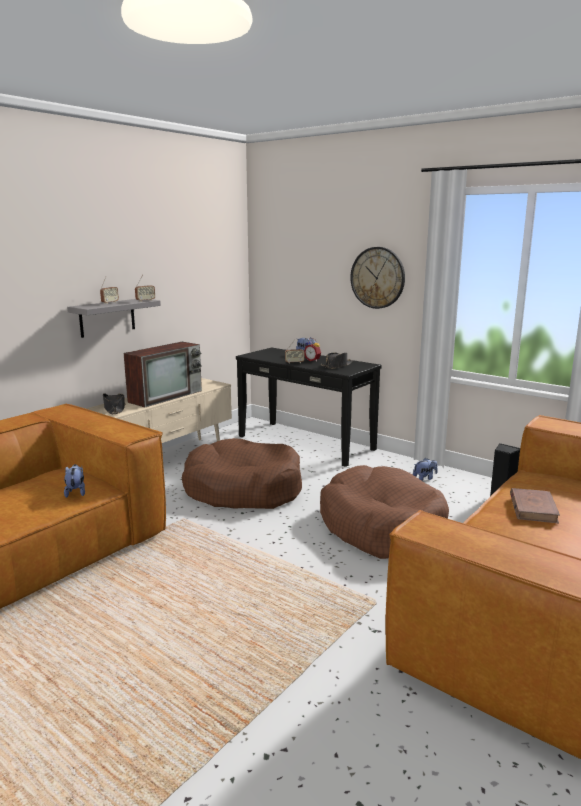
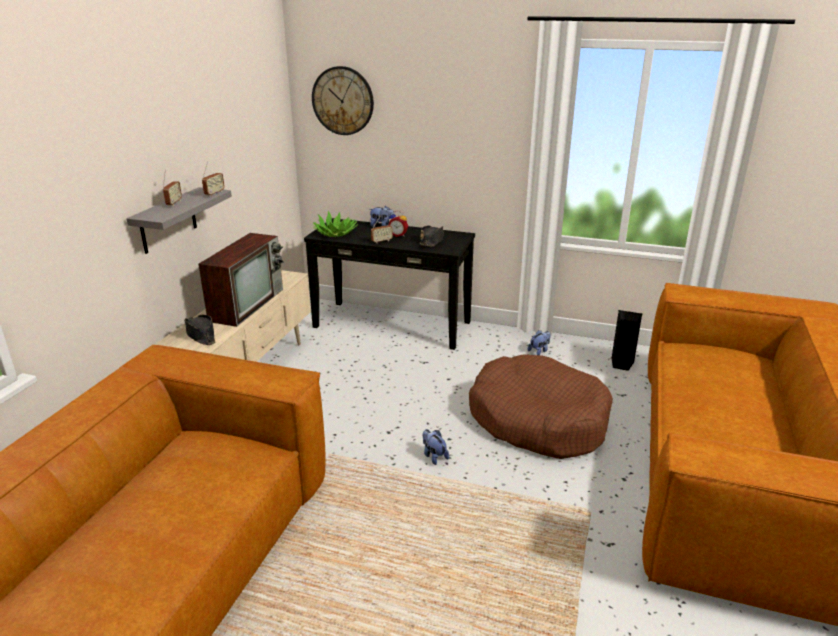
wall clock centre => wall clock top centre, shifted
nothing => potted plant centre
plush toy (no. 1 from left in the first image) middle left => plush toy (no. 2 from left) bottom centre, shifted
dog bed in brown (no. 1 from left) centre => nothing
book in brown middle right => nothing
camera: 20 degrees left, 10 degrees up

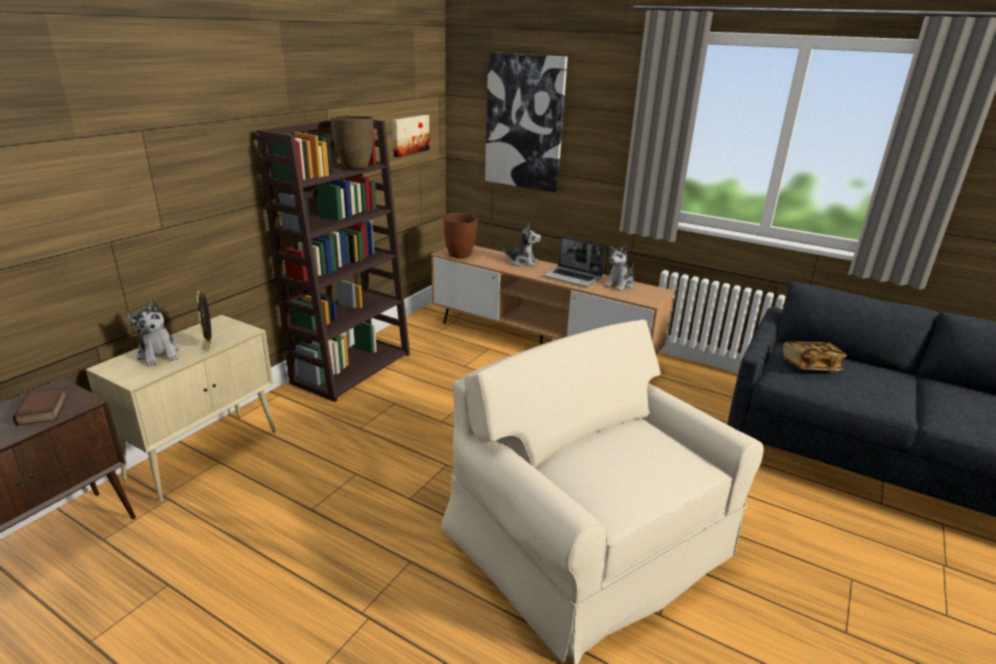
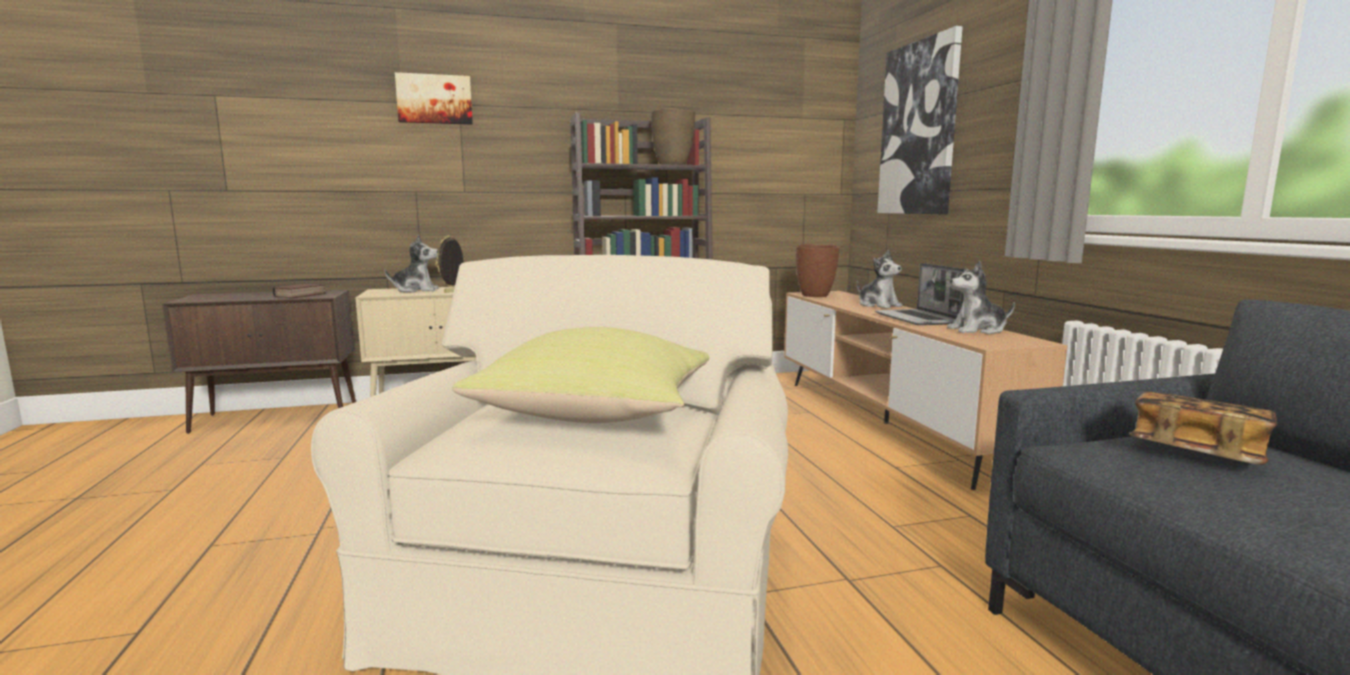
plush toy (no. 1 from left) middle left, 105 degrees counterclockwise
picture (no. 1 from left) top centre => picture (no. 1 from left) top left, shifted
nothing => pillow in yellow centre
camera: 45 degrees right, 15 degrees down

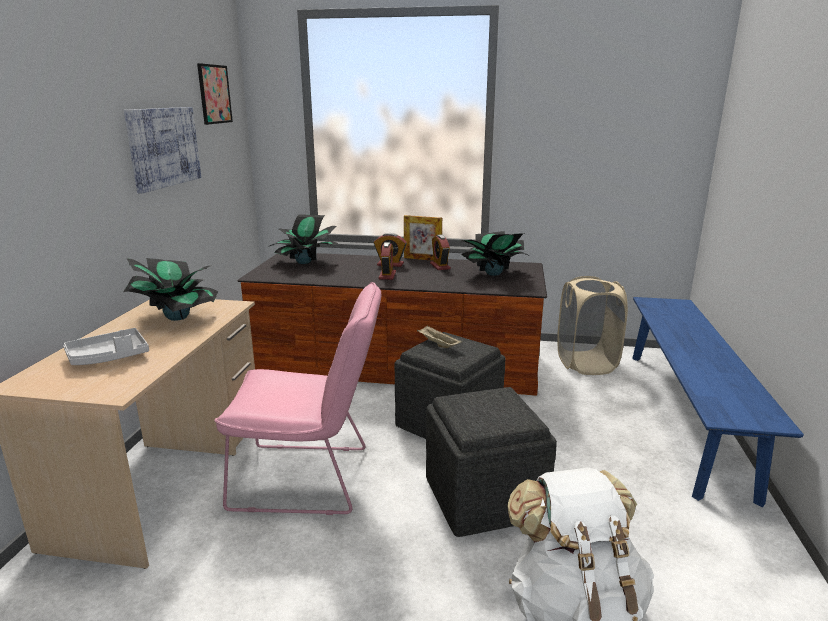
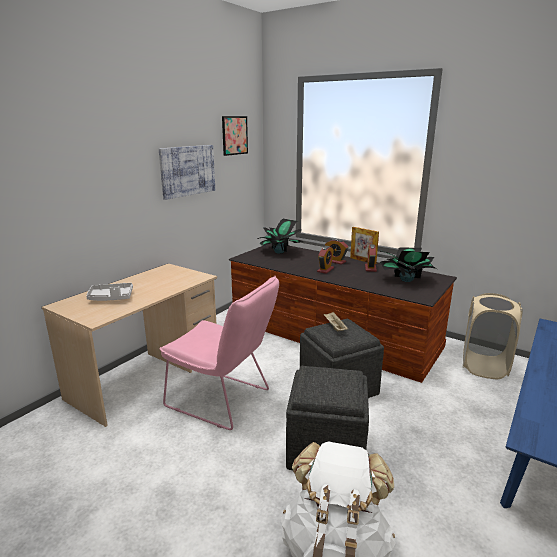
potted plant (no. 1 from left) middle left => nothing
camera: 25 degrees right, 0 degrees up

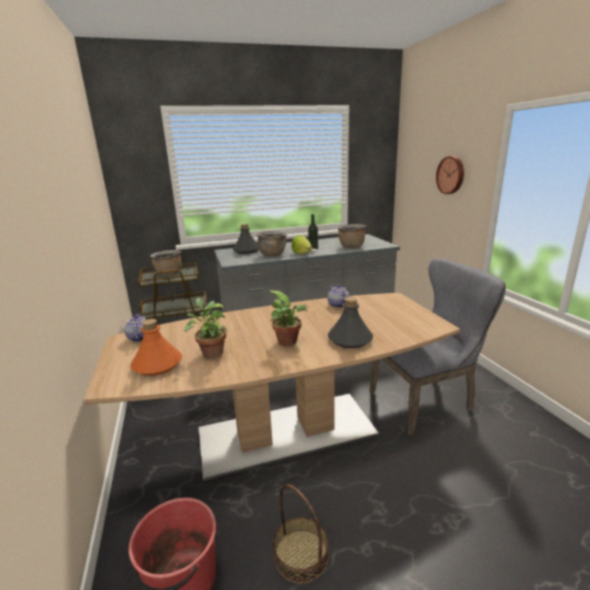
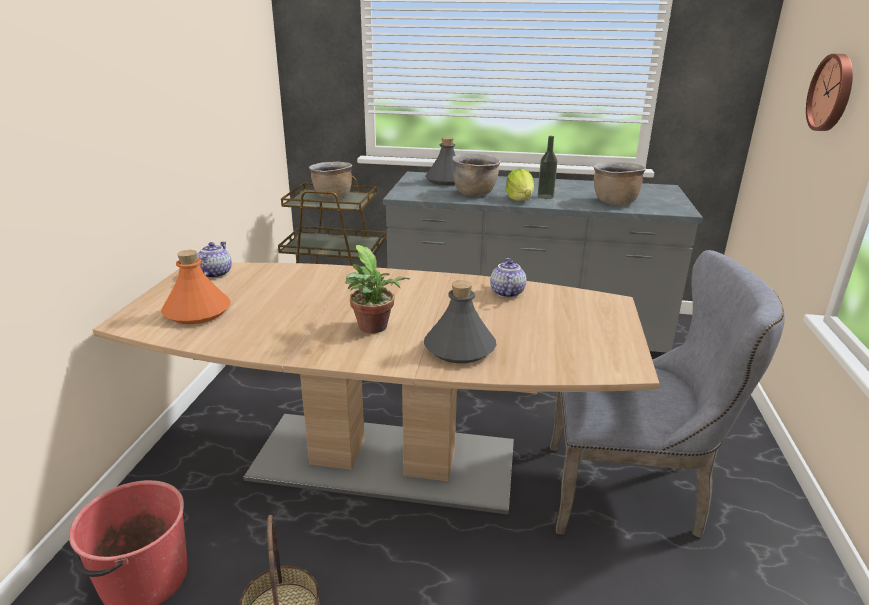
potted plant (no. 1 from left) centre => nothing
camera: 25 degrees right, 5 degrees up

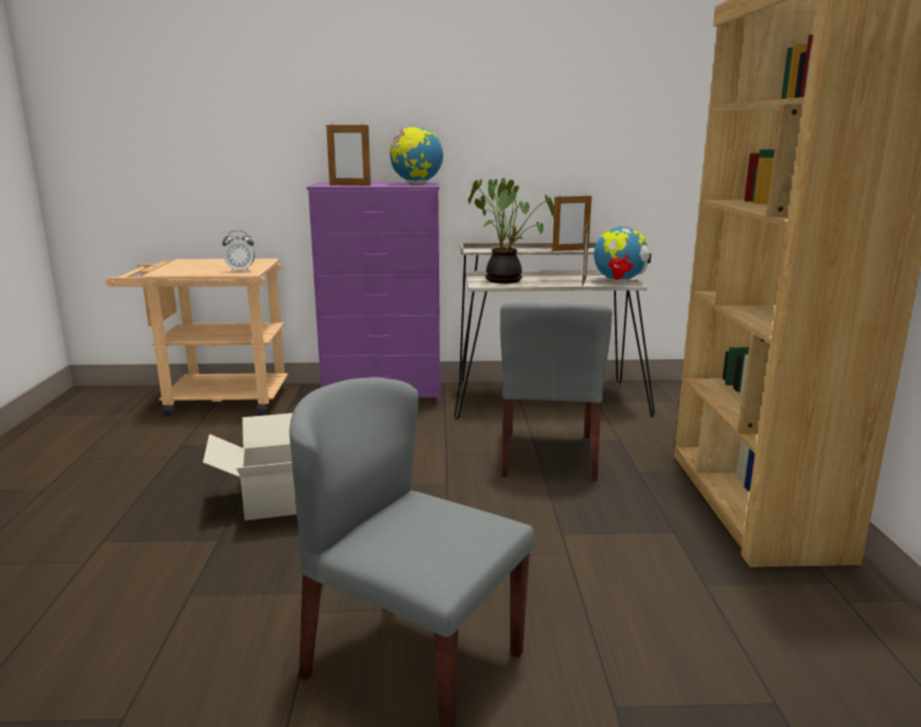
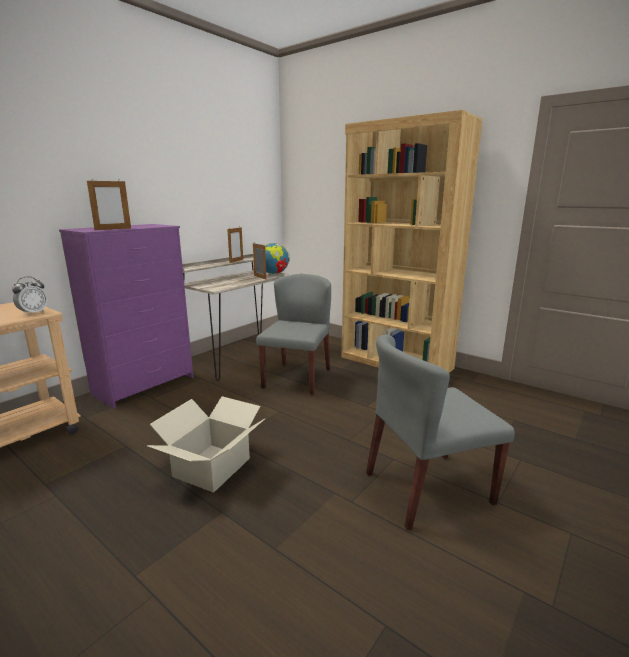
chair in grey (no. 2 from left in the first image) centre => chair in grey (no. 1 from left) centre, 120 degrees counterclockwise
globe (no. 1 from left) top centre => nothing
potted plant top centre => nothing
camera: 50 degrees left, 0 degrees up

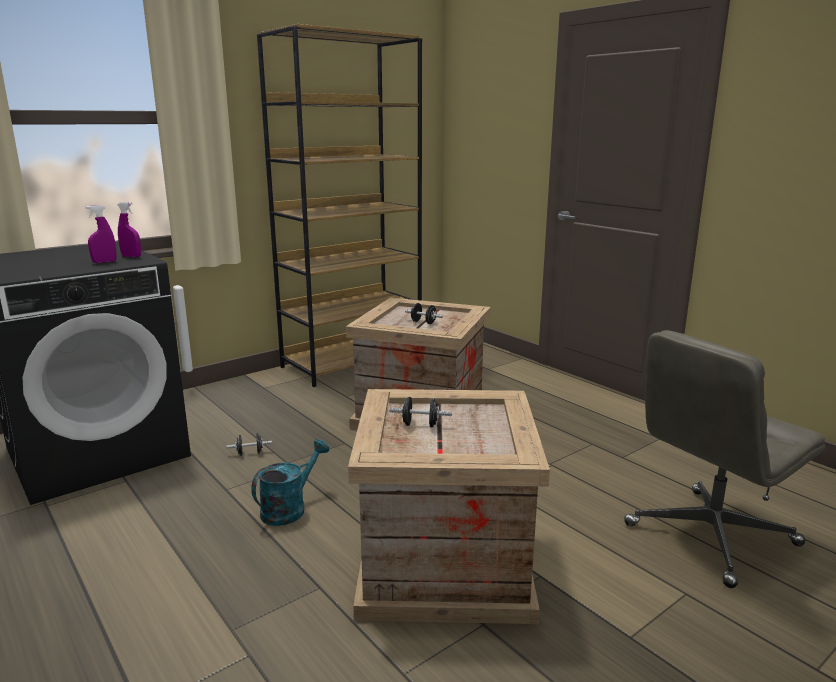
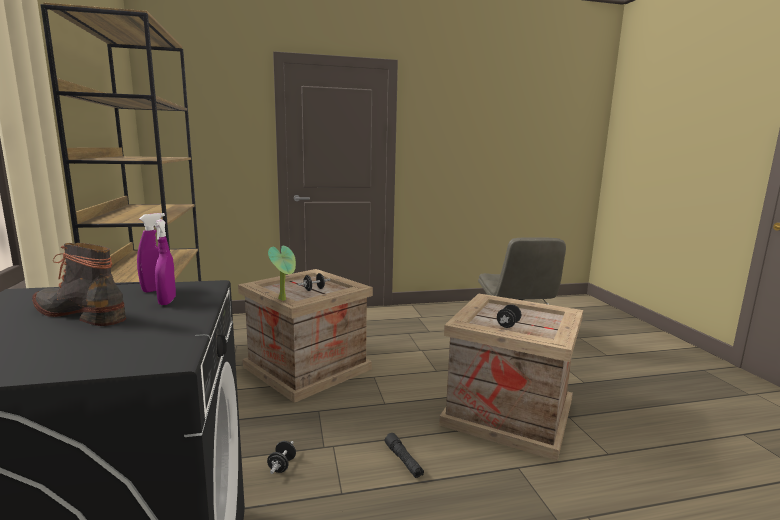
nothing => boot middle left
nothing => potted plant centre
watering can in turquoise bottom centre => flashlight in black bottom centre
camera: 65 degrees left, 5 degrees down

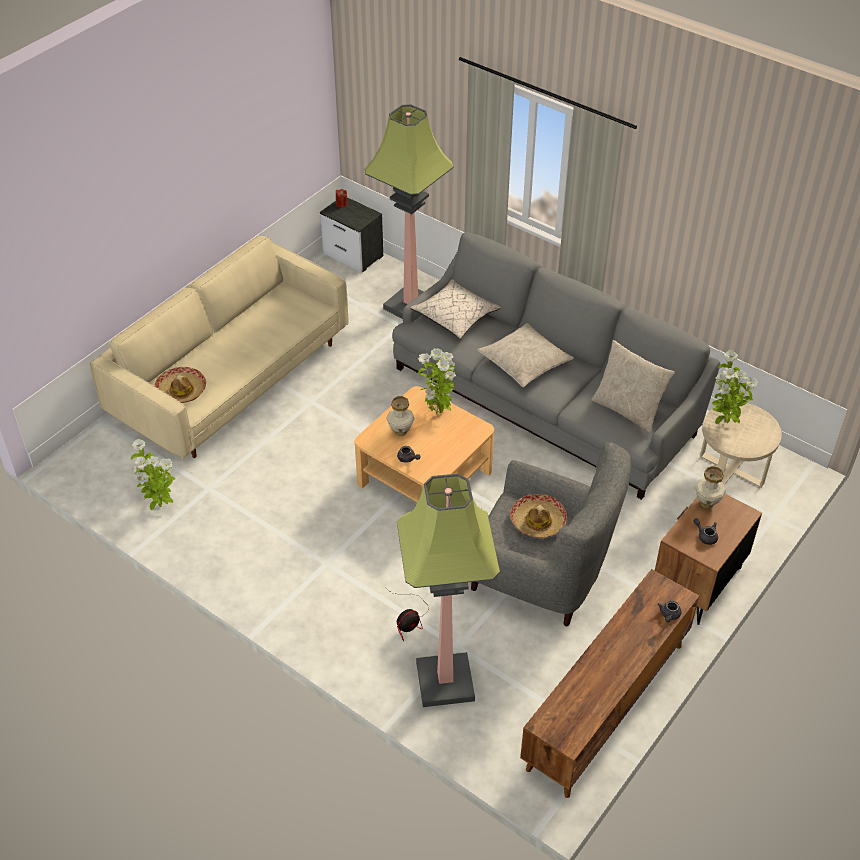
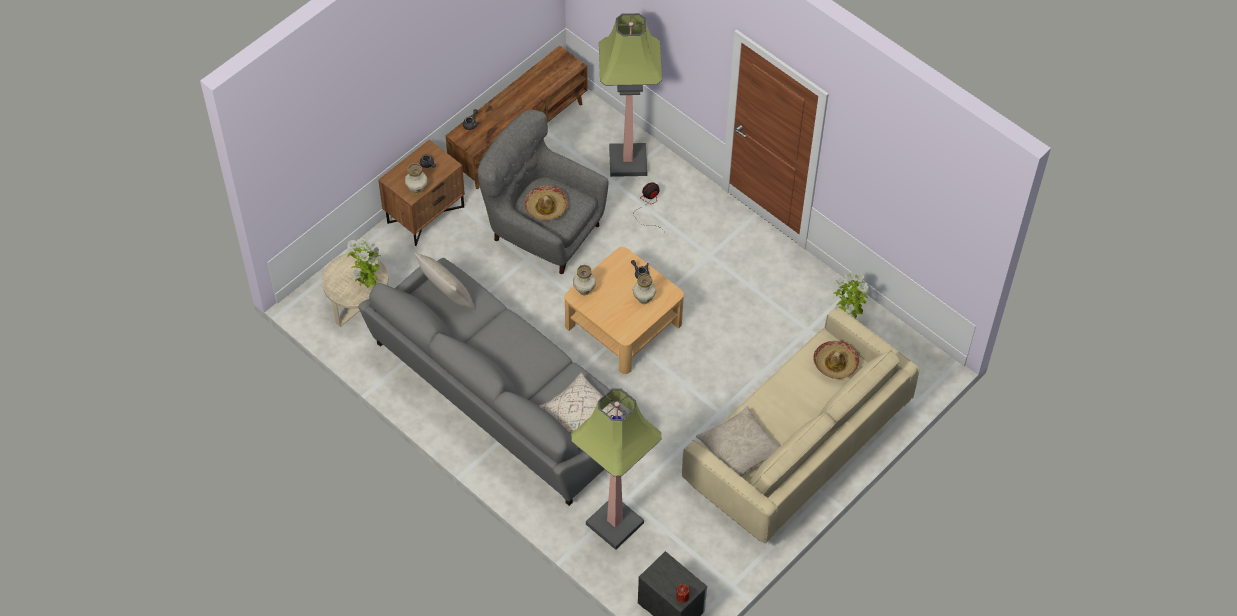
nothing => vase (no. 2 from left) centre
pillow in beige (no. 2 from left in the first image) centre => pillow in beige (no. 3 from left) bottom centre, shifted
potted plant (no. 2 from left) centre => nothing
camera: 175 degrees left, 10 degrees up

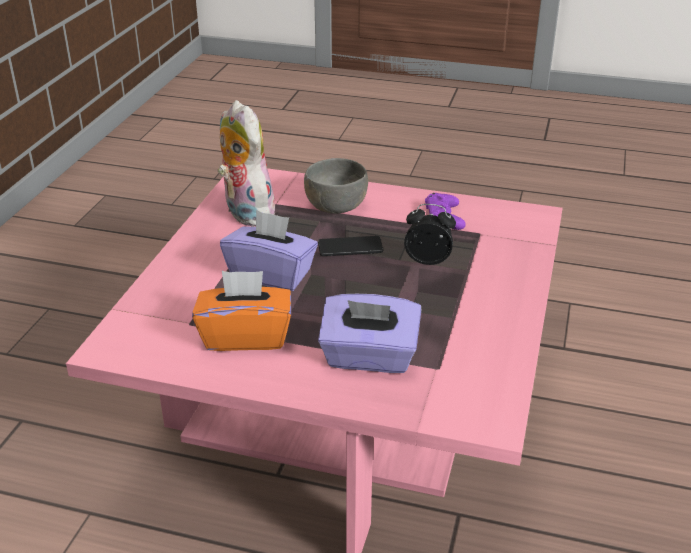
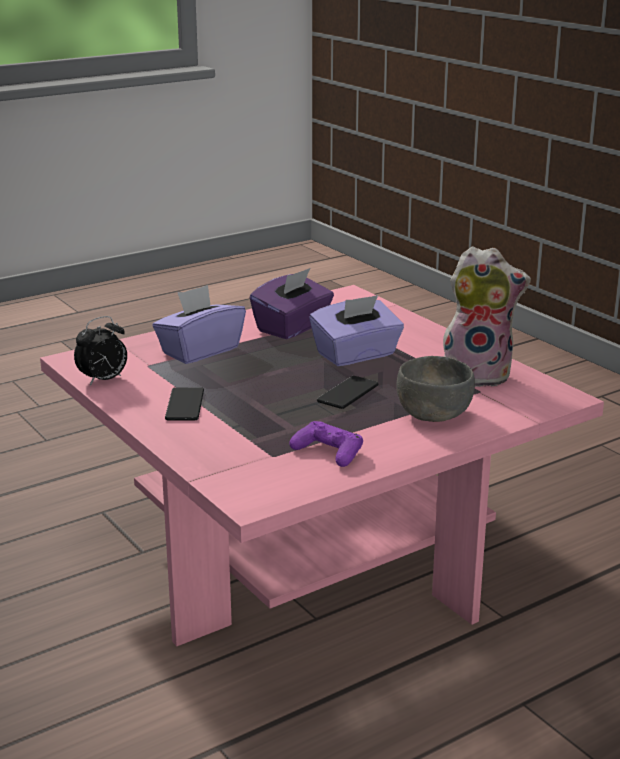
alarm clock centre => alarm clock middle left, shifted
nothing => phone (no. 1 from left) middle left
tissue box in orange centre => tissue box in purple (no. 2 from left) centre
camera: 130 degrees right, 10 degrees down

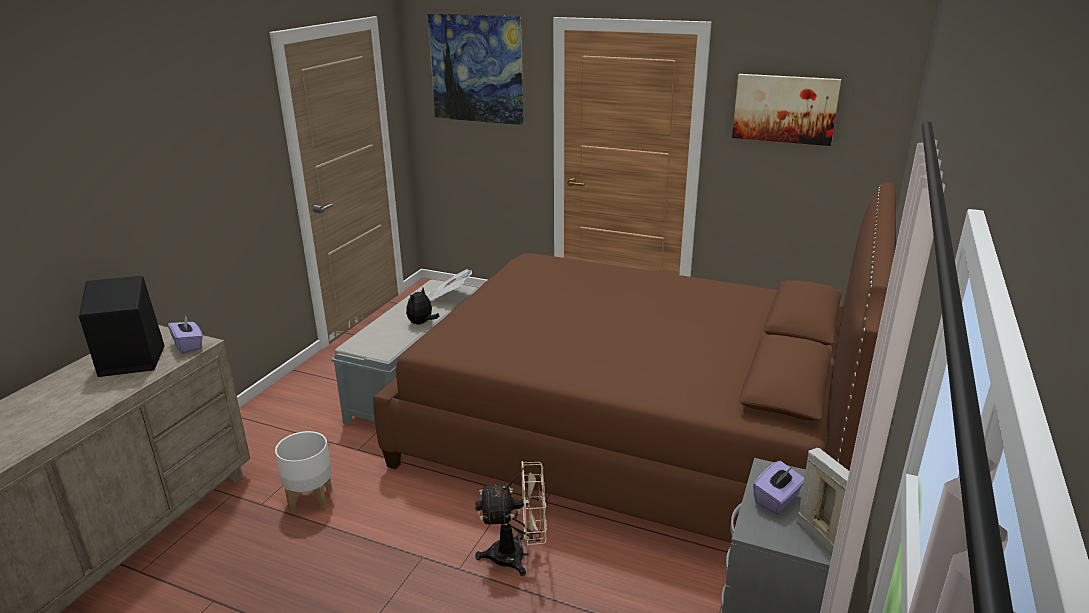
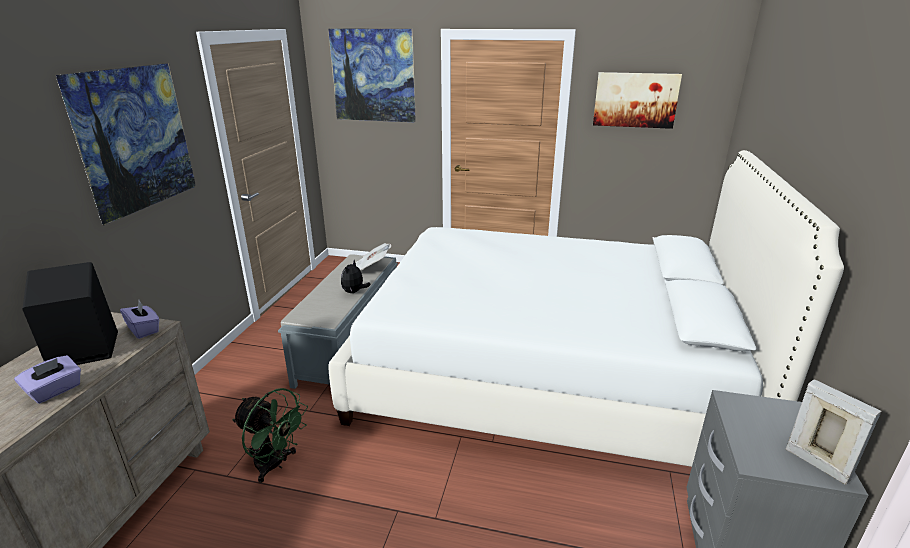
tissue box in purple (no. 2 from left in the first image) bottom right => tissue box in purple (no. 1 from left) bottom left, shifted
nothing => picture (no. 1 from left) top left
planter in white bottom left => fan in green bottom left
bed in brown centre => bed in white centre
fan in beige bottom centre => nothing
camera: 10 degrees left, 0 degrees up

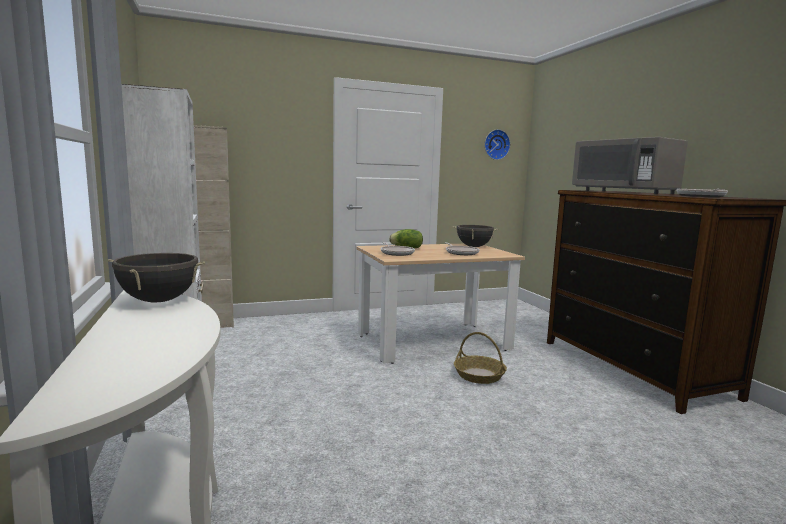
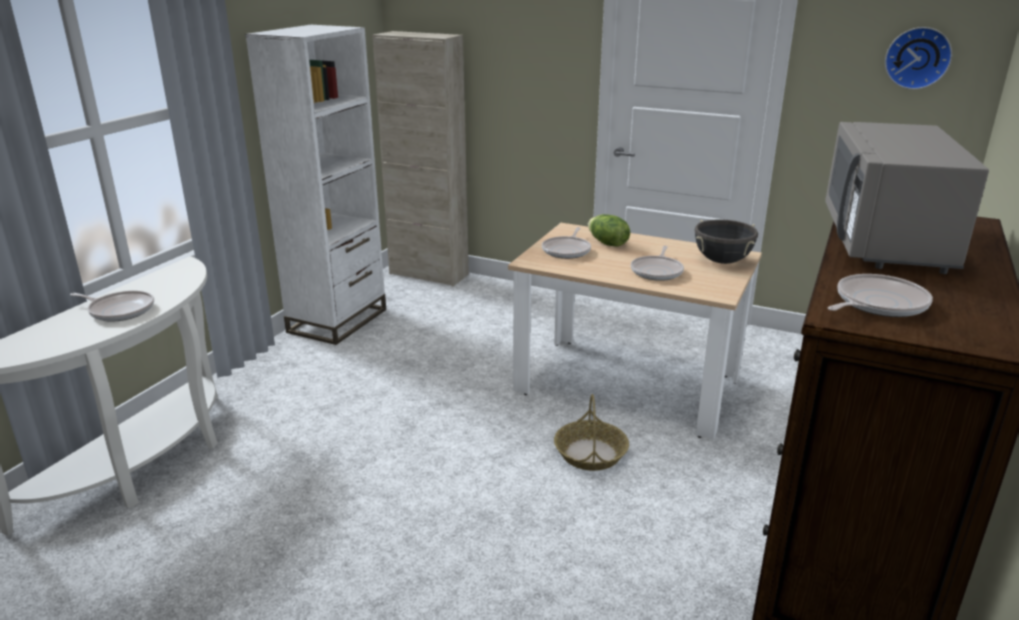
nothing => frying pan (no. 1 from left) middle left
cooking pot in black (no. 1 from left) middle left => nothing
camera: 45 degrees right, 15 degrees up

